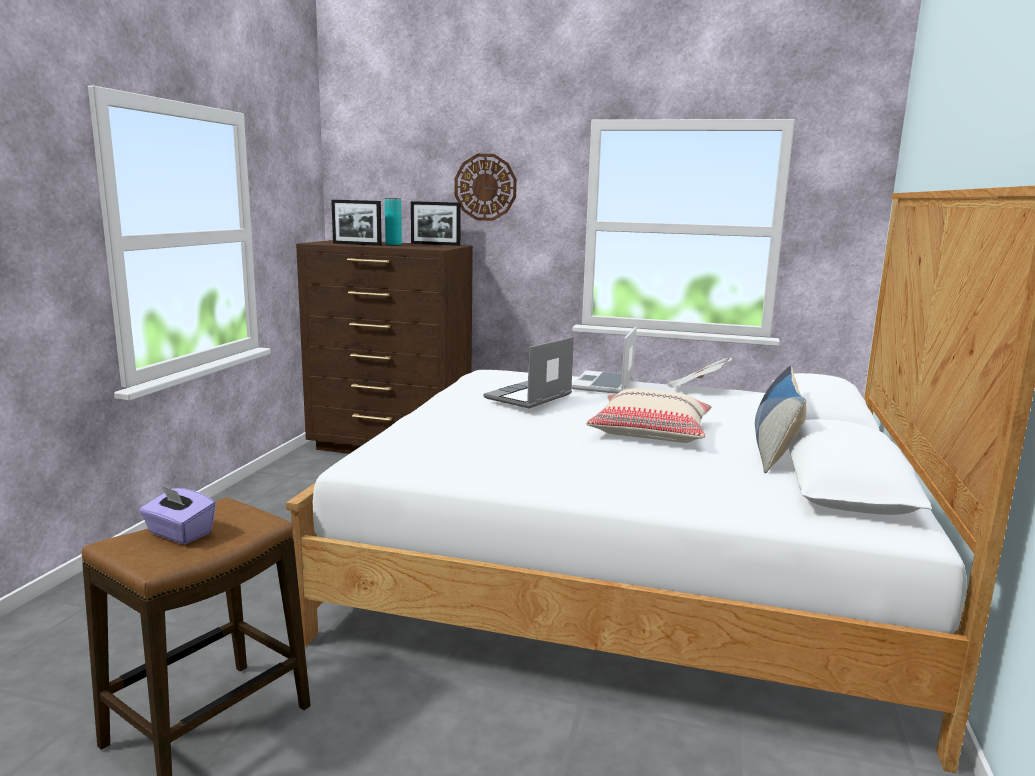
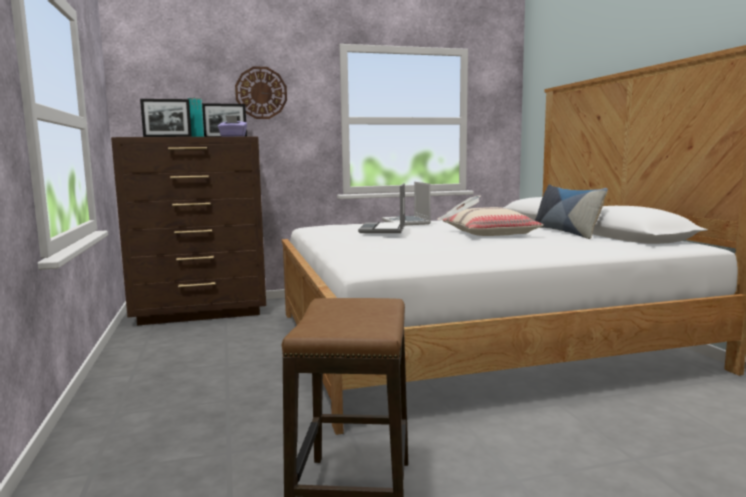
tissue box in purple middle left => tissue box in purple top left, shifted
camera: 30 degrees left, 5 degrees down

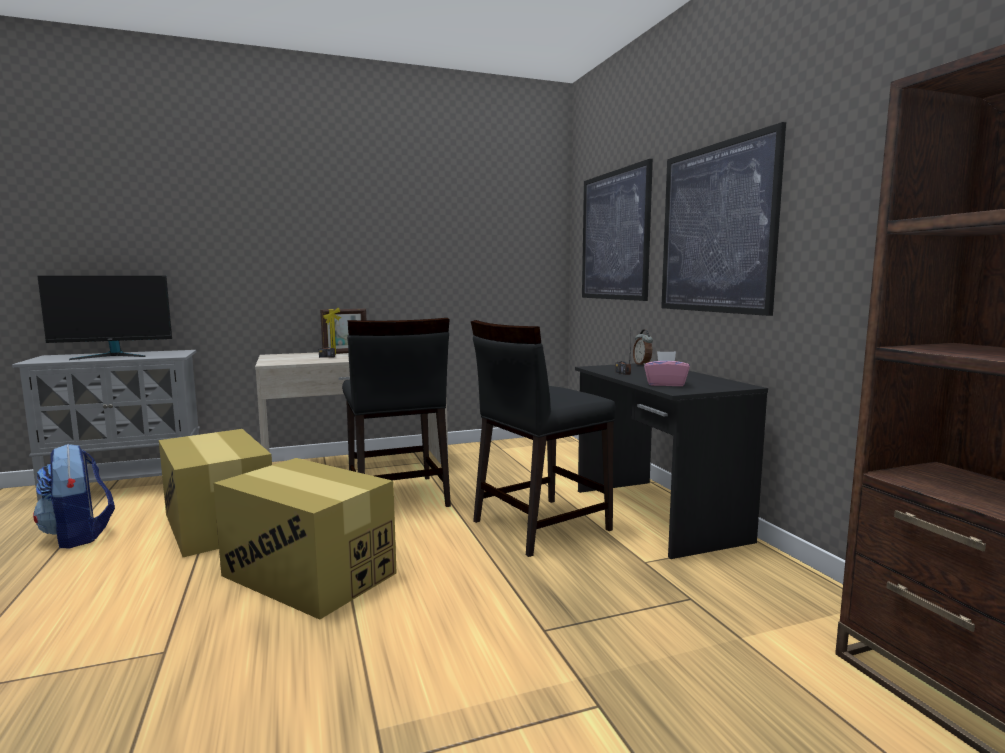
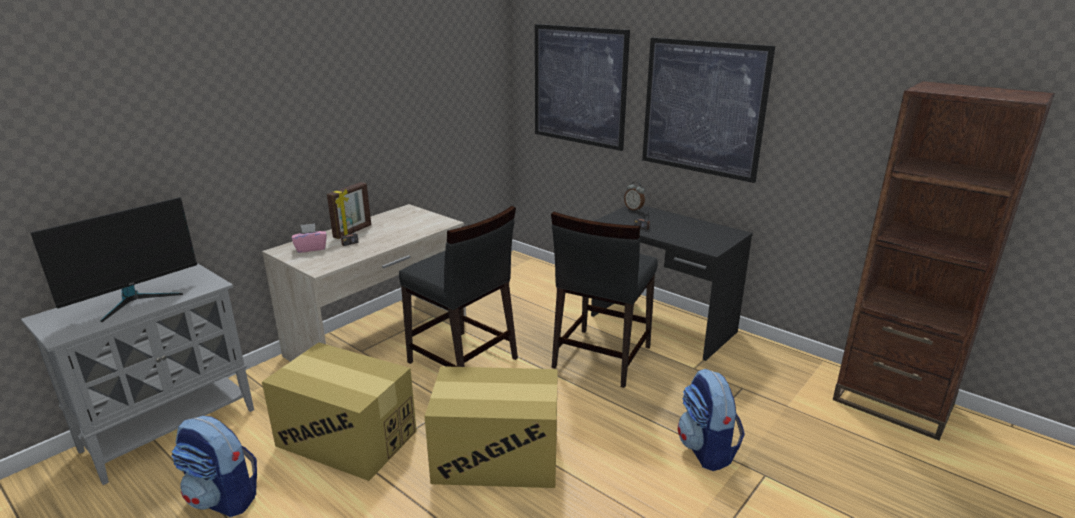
tissue box in pink centre => tissue box in pink middle left, shifted
nothing => backpack (no. 2 from left) bottom centre
camera: 30 degrees left, 15 degrees up

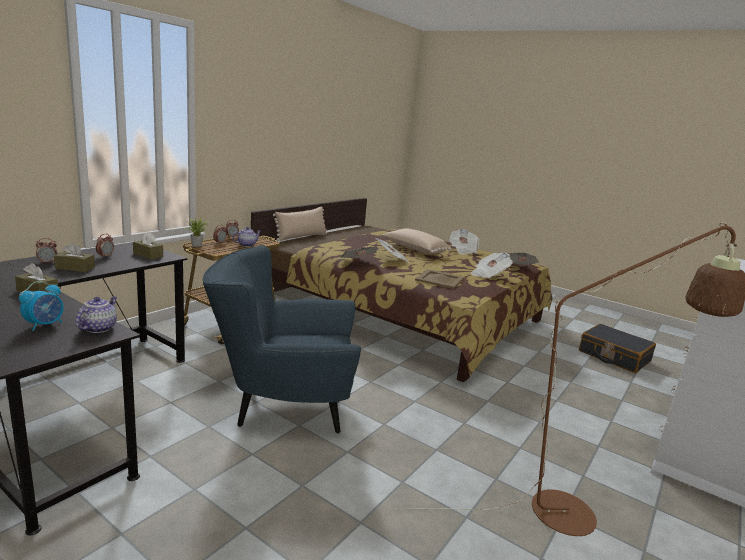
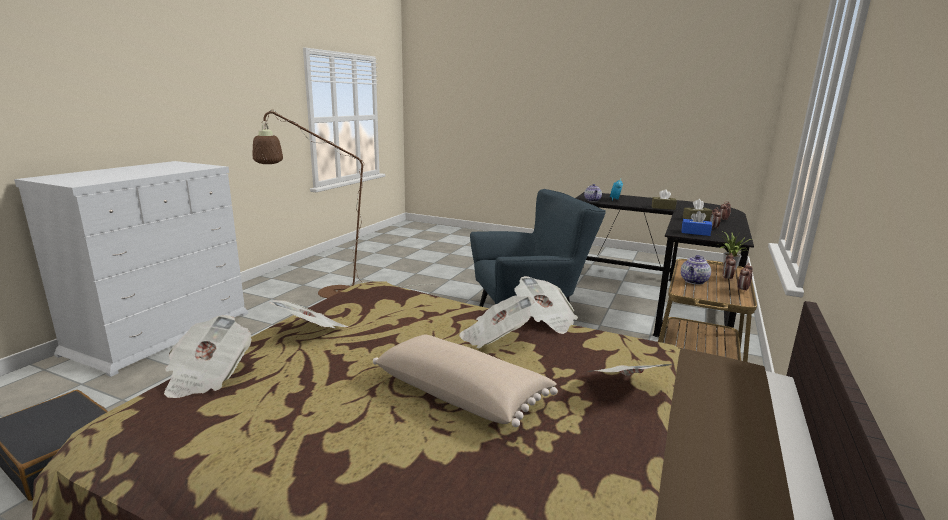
newspaper (no. 3 from left in the first image) centre => newspaper (no. 5 from left) bottom centre, shifted
tissue box in brown (no. 3 from left) middle left => tissue box in blue middle right
pillow in beige (no. 1 from left) centre => nothing
tray in beige centre => nothing
camera: 170 degrees right, 0 degrees up

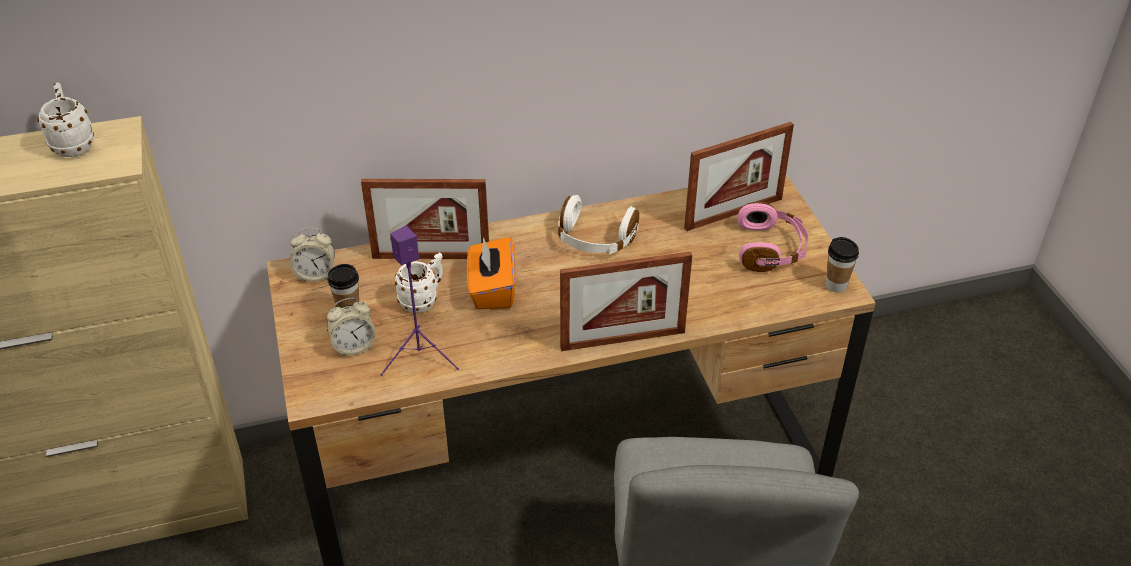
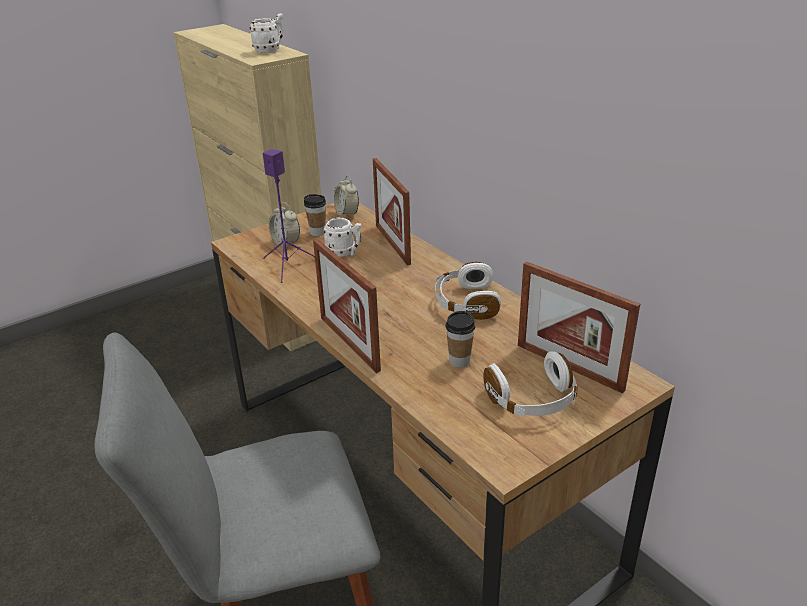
cup (no. 2 from left) middle right => cup (no. 2 from left) centre, shifted
headphones in pink middle right => headphones in white (no. 2 from left) centre
tissue box in orange centre => nothing
camera: 70 degrees right, 10 degrees down

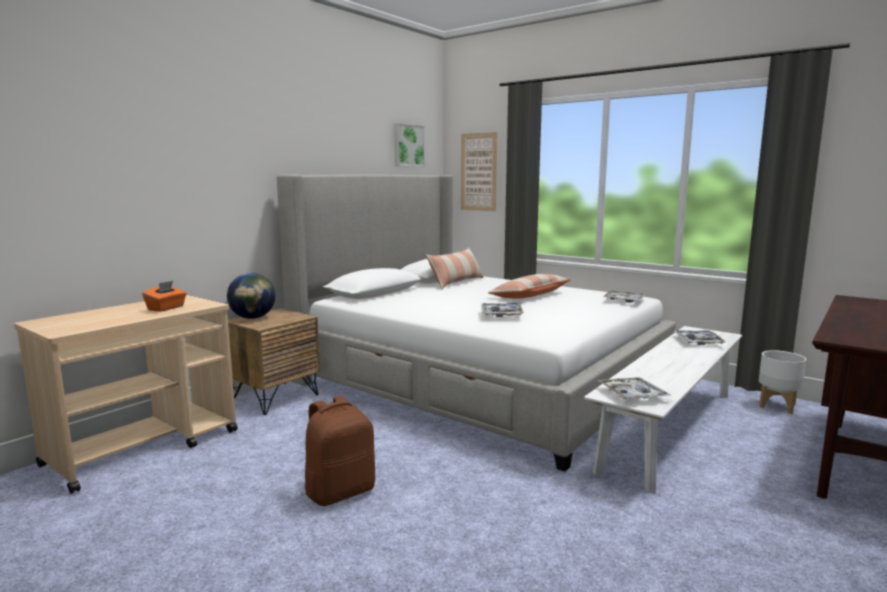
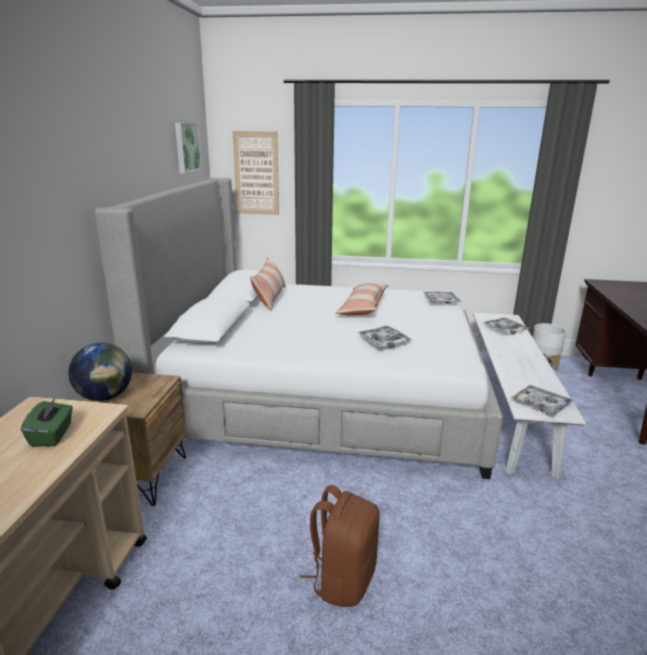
tissue box in orange middle left => tissue box in green middle left
camera: 30 degrees left, 10 degrees up

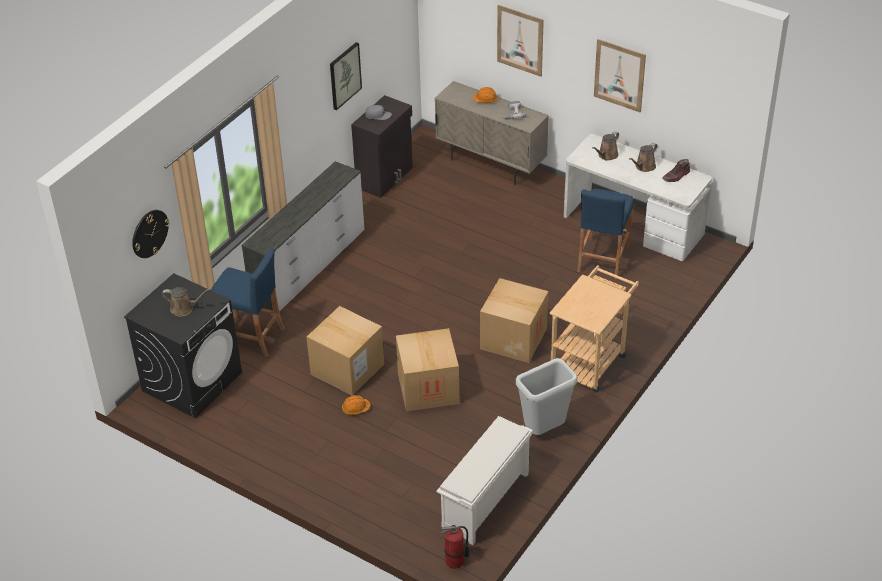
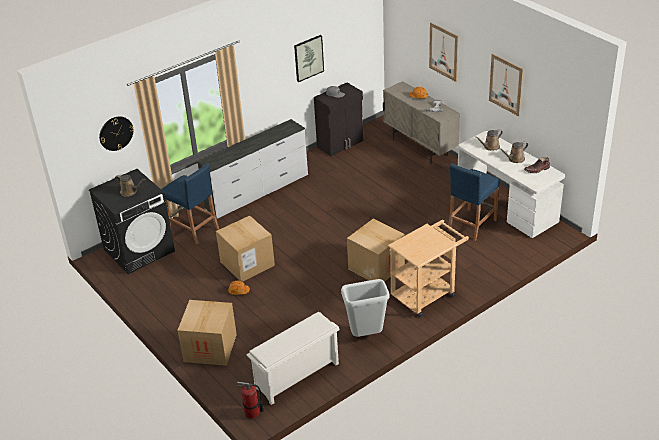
cardboard box (no. 2 from left in the first image) centre => cardboard box (no. 1 from left) bottom left, shifted
camera: 20 degrees right, 5 degrees down

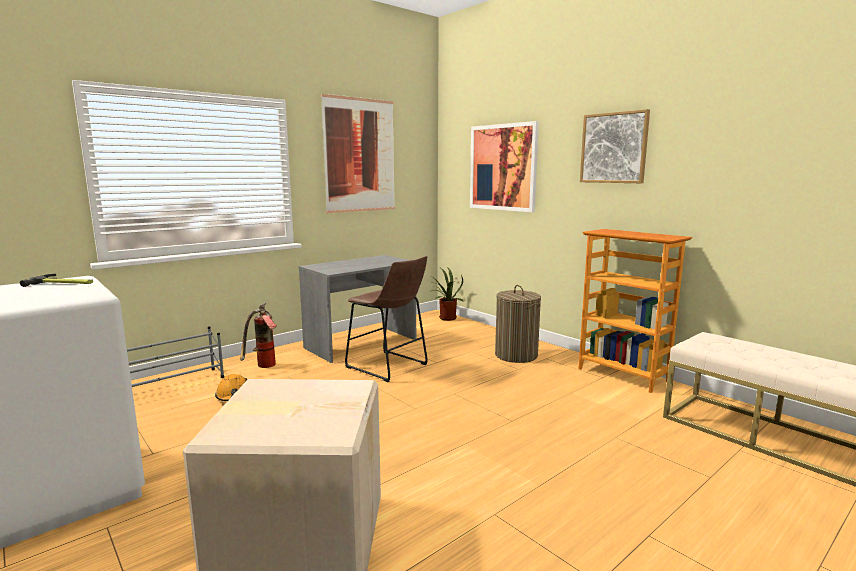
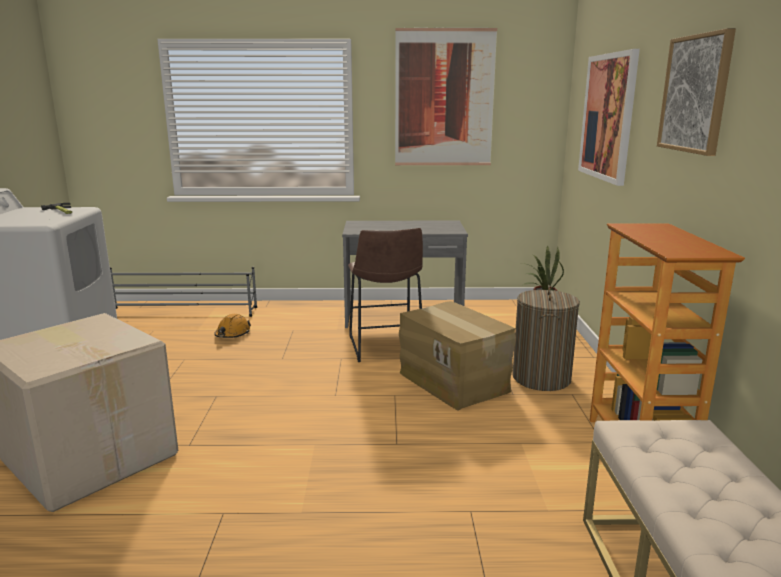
nothing => cardboard box (no. 2 from left) centre
fire extinguisher middle left => nothing
camera: 40 degrees right, 5 degrees up

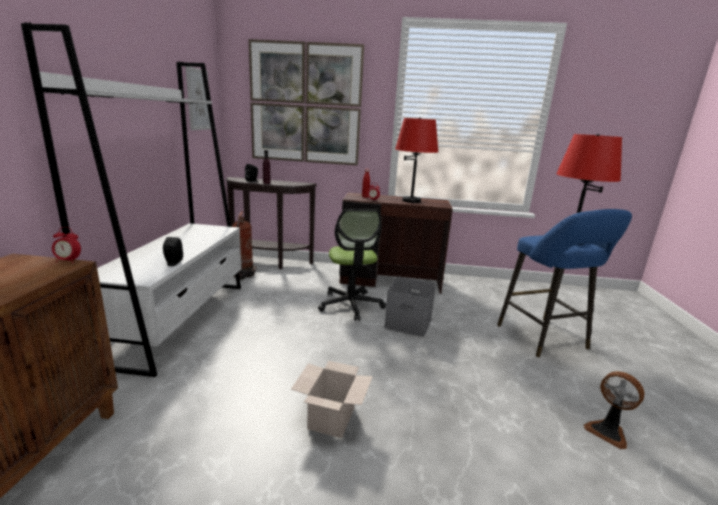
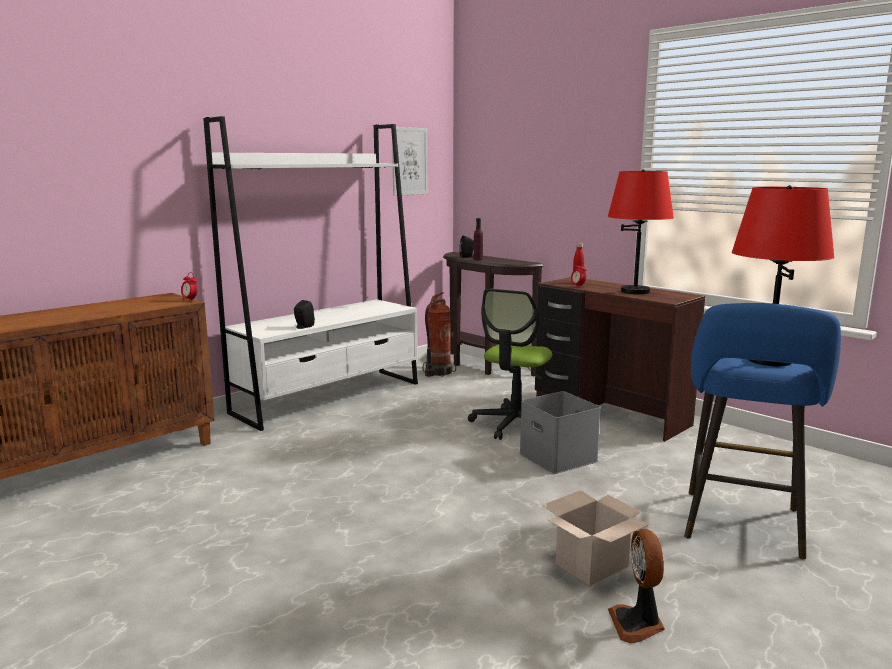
cardboard box bottom centre => cardboard box bottom right, shifted
picture (no. 2 from left) top centre => nothing
camera: 40 degrees right, 5 degrees down

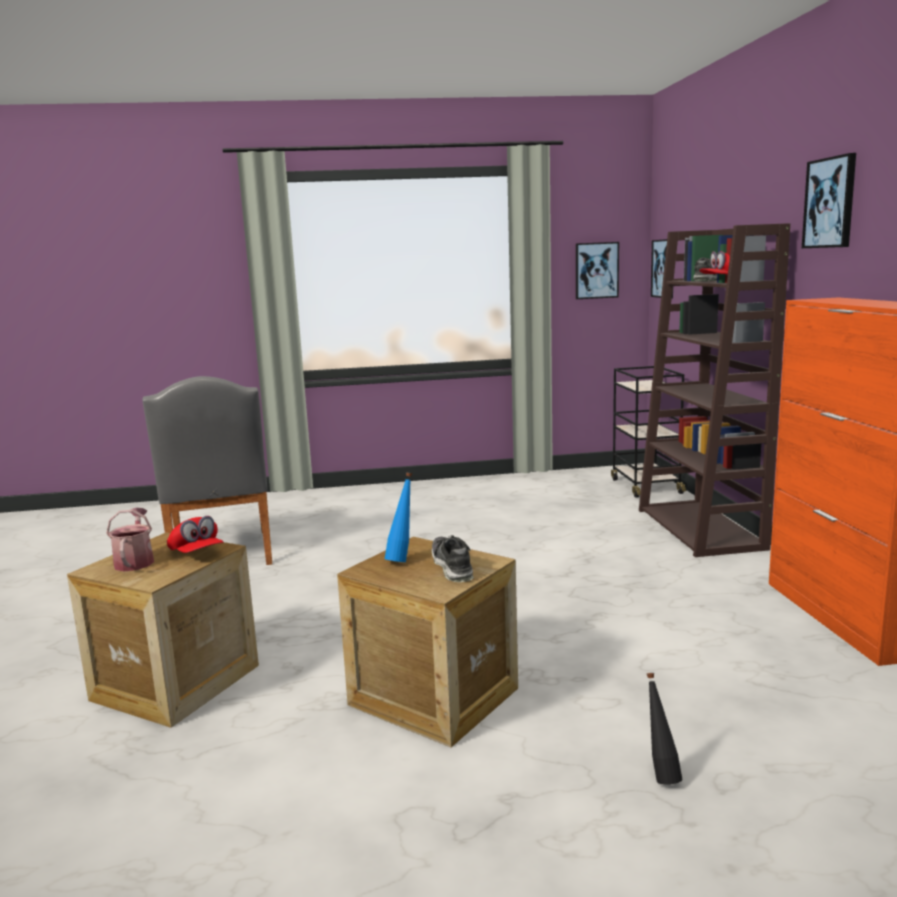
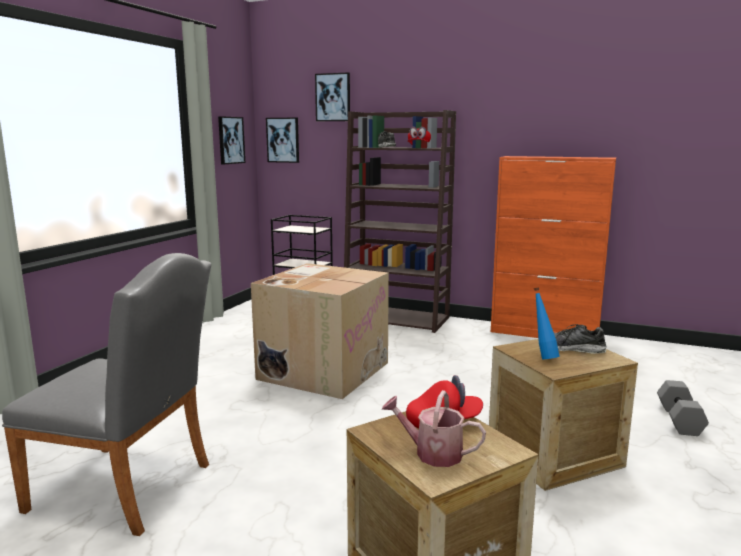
nothing => cardboard box centre
picture (no. 3 from left) top right => picture (no. 3 from left) top centre, shifted
bottle in black bottom right => dumbbell in grey bottom right
camera: 60 degrees left, 0 degrees up

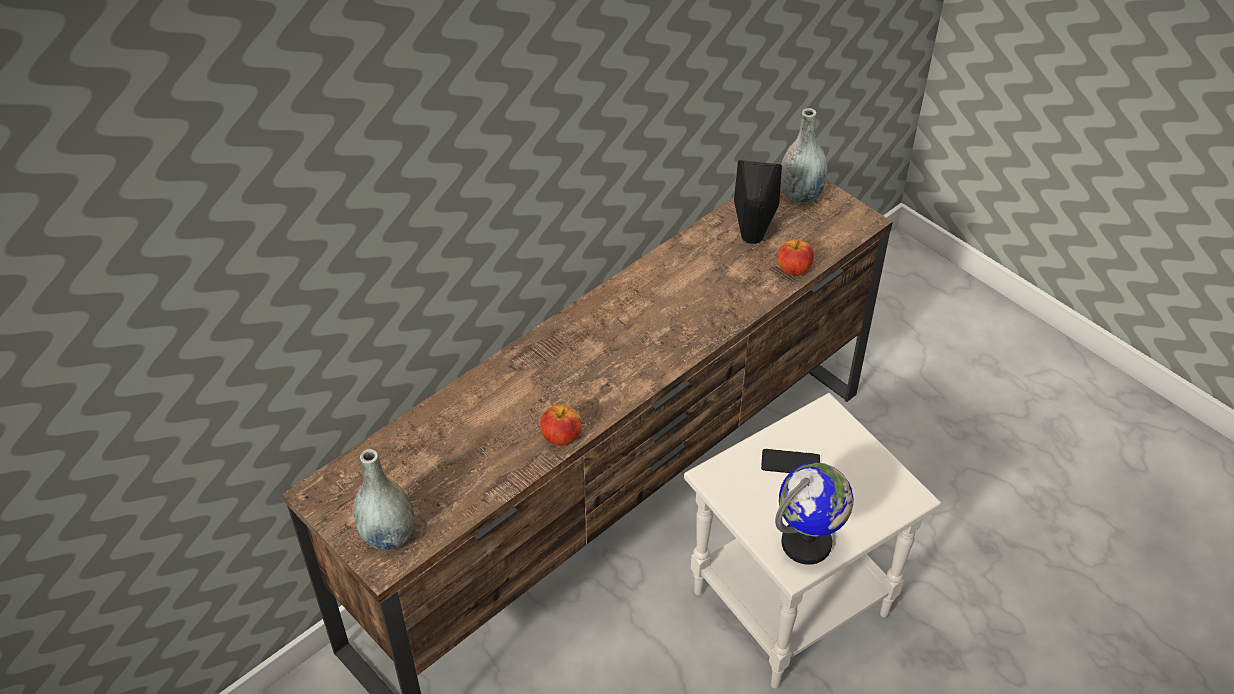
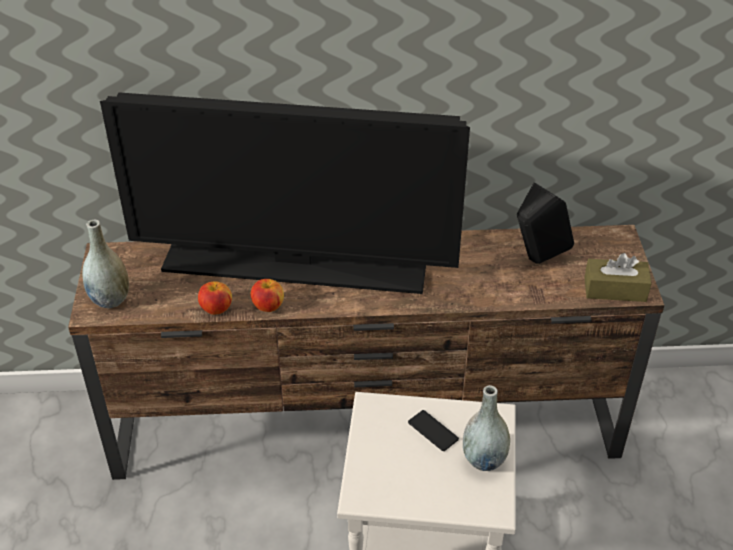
nothing => television centre
apple (no. 2 from left in the first image) centre => apple (no. 1 from left) middle left, shifted
vase in grey (no. 2 from left) top centre => vase in grey (no. 2 from left) bottom centre, shifted
nothing => tissue box in brown middle right
globe bottom centre => nothing
camera: 40 degrees right, 5 degrees down

